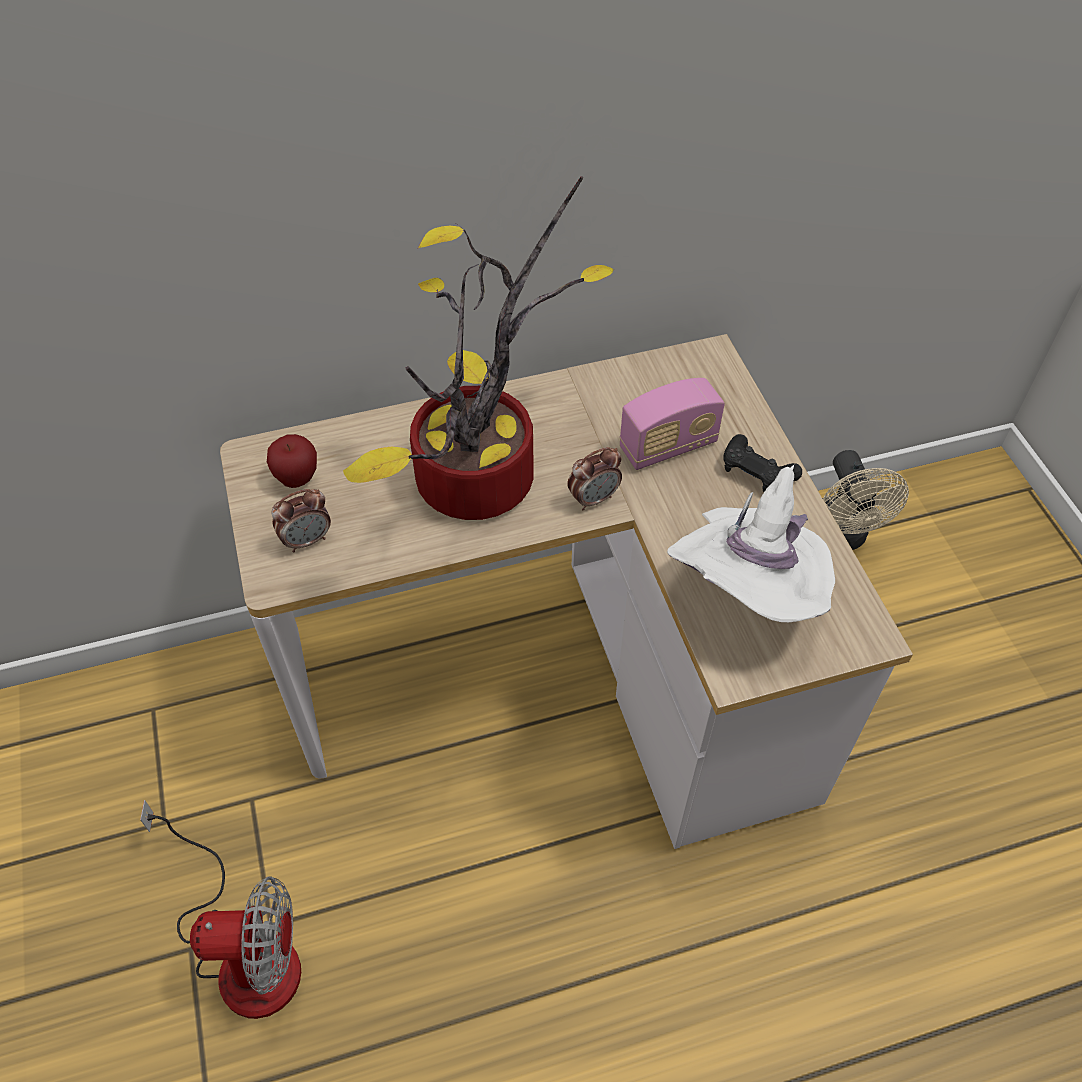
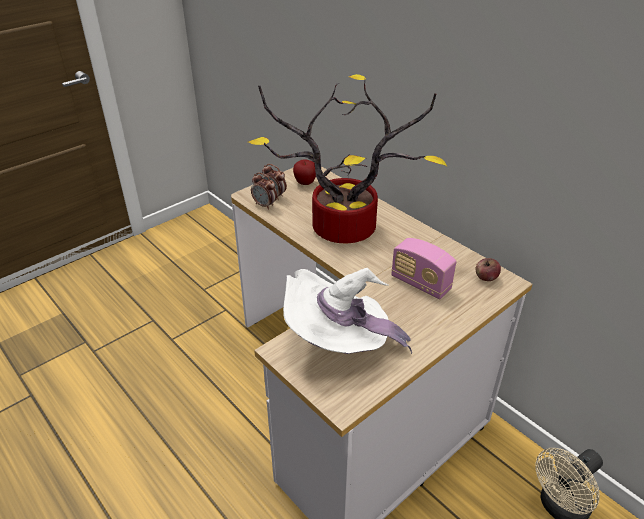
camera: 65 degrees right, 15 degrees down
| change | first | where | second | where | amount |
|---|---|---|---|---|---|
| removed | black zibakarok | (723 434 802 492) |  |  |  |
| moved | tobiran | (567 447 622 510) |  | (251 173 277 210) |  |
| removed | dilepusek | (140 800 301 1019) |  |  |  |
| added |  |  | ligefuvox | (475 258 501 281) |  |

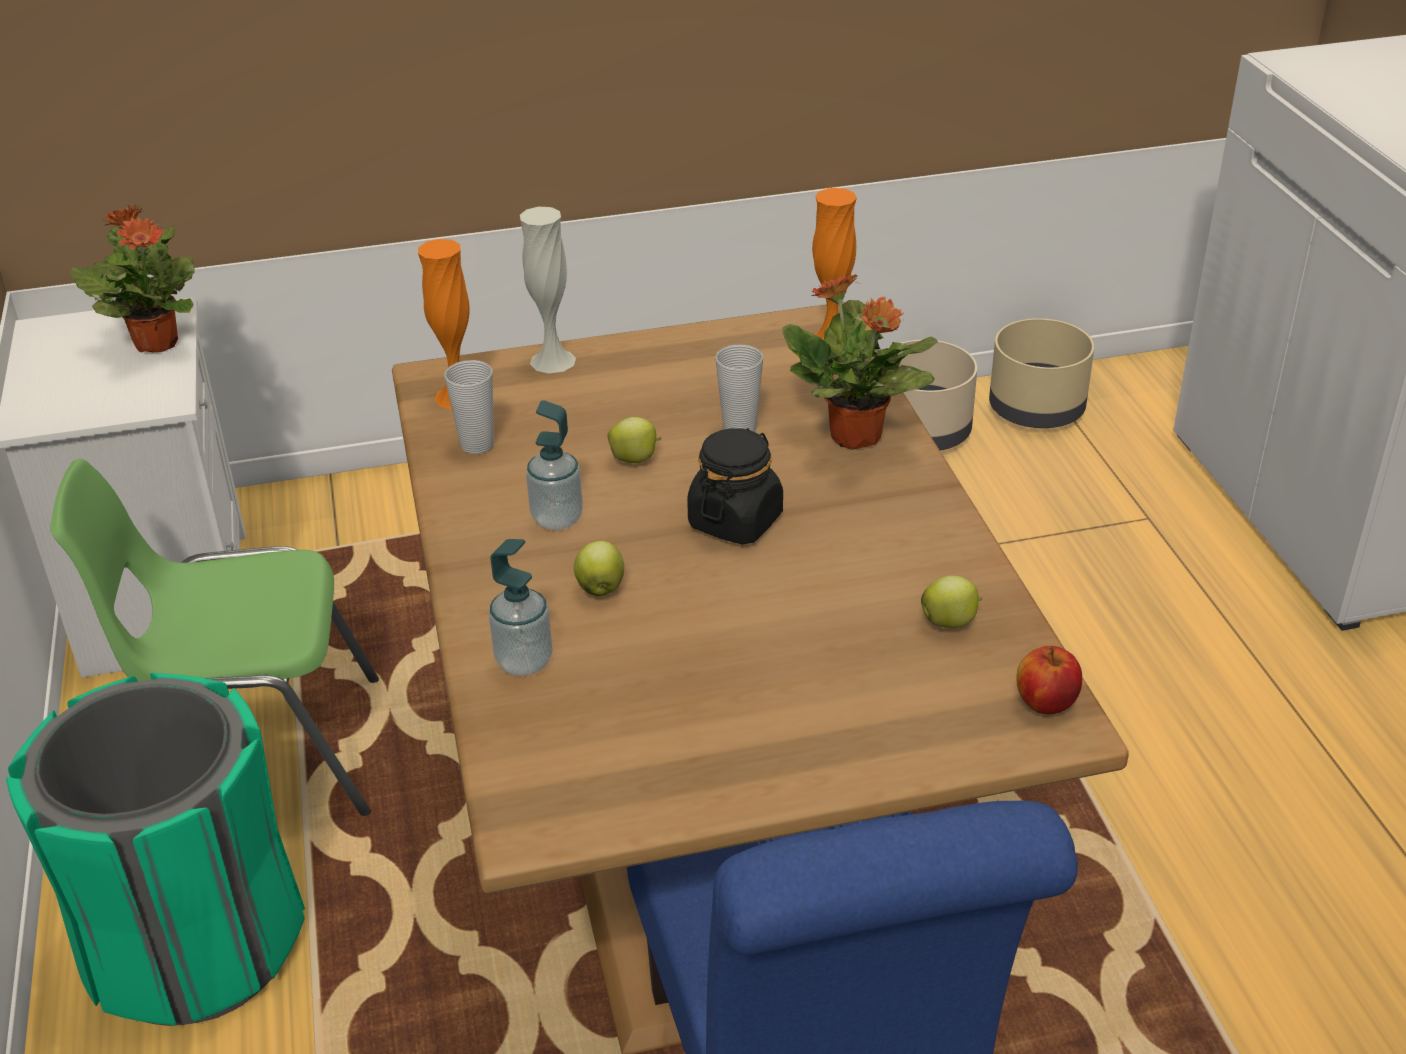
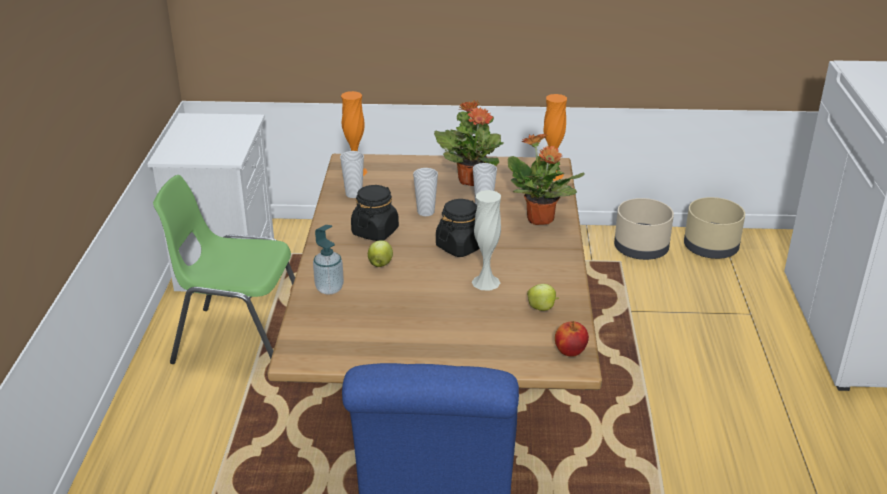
camera: 15 degrees right, 5 degrees down
| change | first | where | second | where | amount |
|---|---|---|---|---|---|
| moved | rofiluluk | (70 205 194 353) |  | (434 100 504 186) |  |
| moved | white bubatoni | (520 207 576 373) |  | (472 190 501 291) |  |
| replaced | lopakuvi | (526 400 583 530) | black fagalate | (351 185 399 241) |  |
| replaced | ligefuvox | (607 417 662 463) | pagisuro | (413 168 438 216) |  |
| removed | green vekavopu | (6 673 305 1026) |  |  |  |

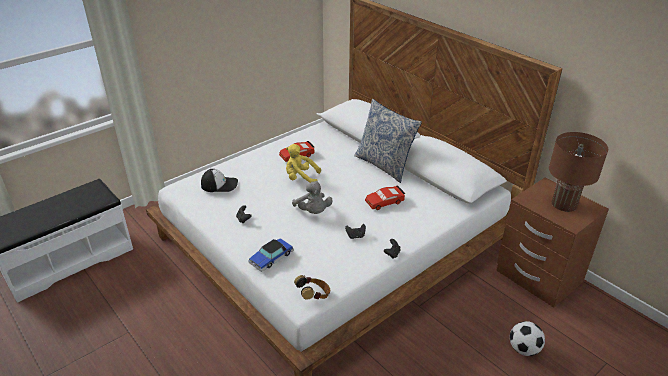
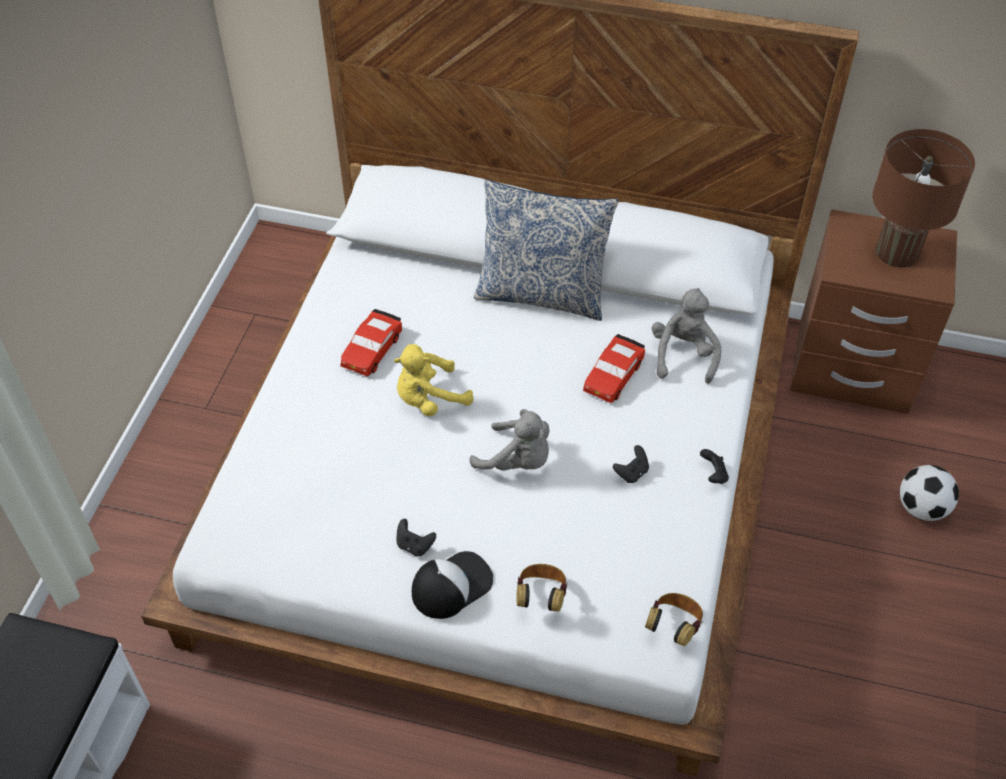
camera: 35 degrees left, 15 degrees up
| change | first | where | second | where | amount |
|---|---|---|---|---|---|
| moved | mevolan | (201 169 238 192) |  | (412 551 493 619) |  |
| replaced | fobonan | (248 238 293 272) | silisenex | (516 564 567 612) |  |
| added |  |  | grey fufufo | (652 288 721 384) |  |

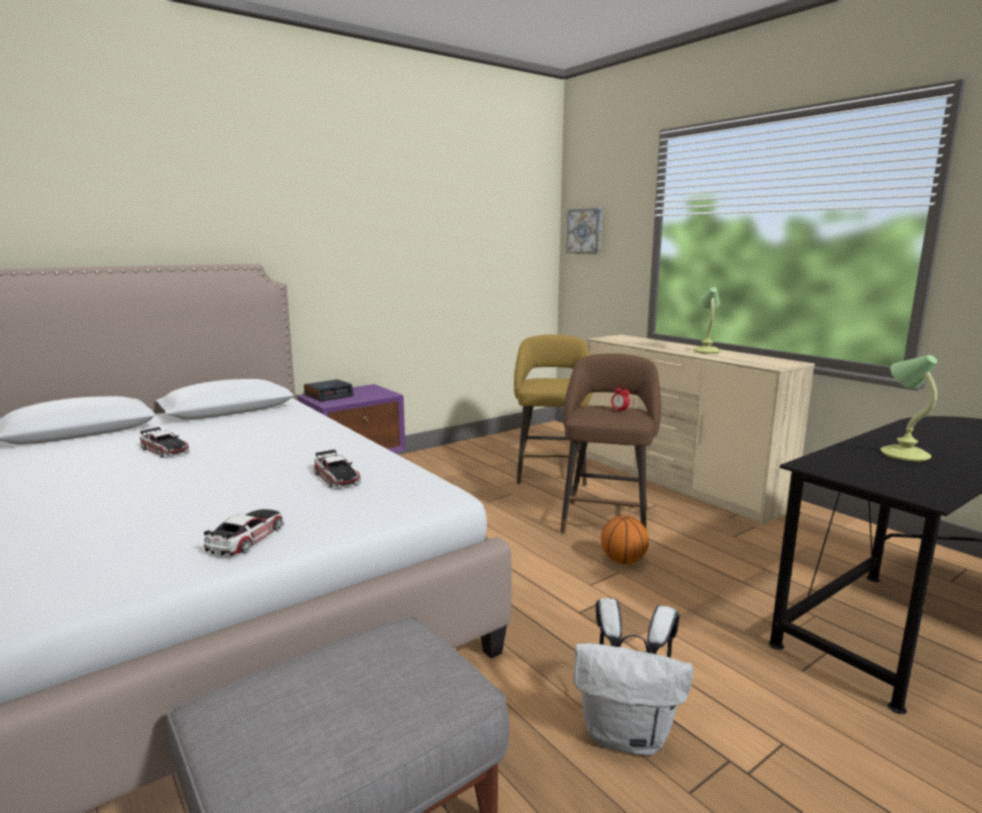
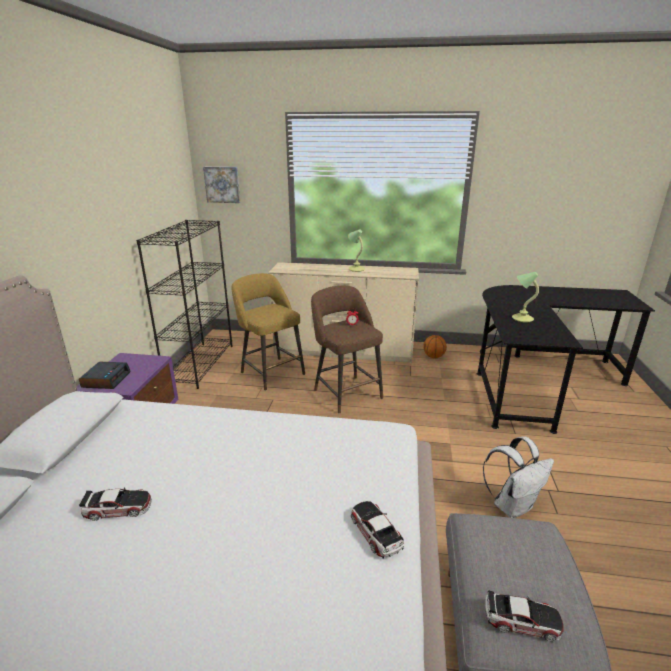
camera: 45 degrees left, 10 degrees up
| change | first | where | second | where | amount |
|---|---|---|---|---|---|
| moved | fobonan | (314 449 361 489) |  | (485 590 564 641) |  |
| moved | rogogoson | (601 515 649 564) |  | (423 335 447 358) |  |
| added |  |  | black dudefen | (136 220 233 389) |  |

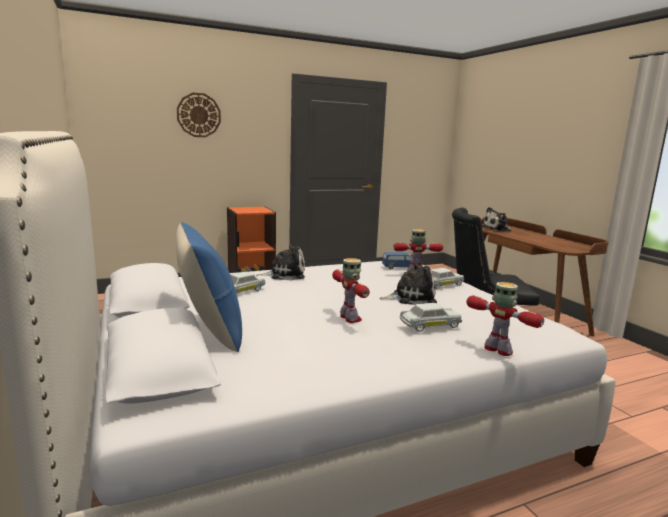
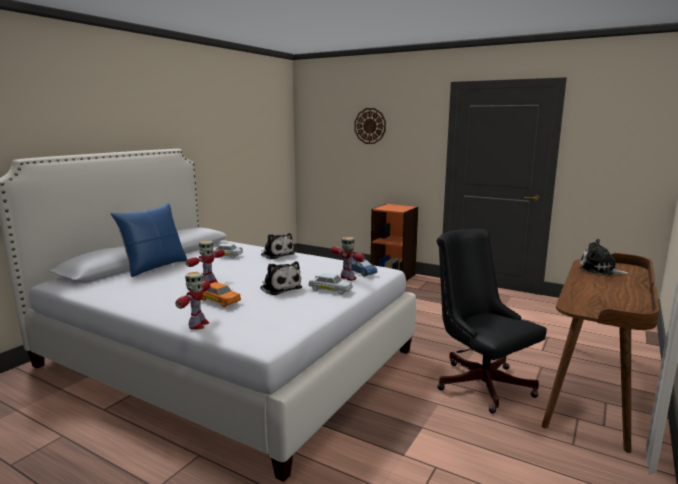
camera: 55 degrees right, 0 degrees up
| change | first | where | second | where | amount |
|---|---|---|---|---|---|
| recoloured | white fobonan | (400 303 462 332) | orange fobonan | (202 282 241 307) |  |

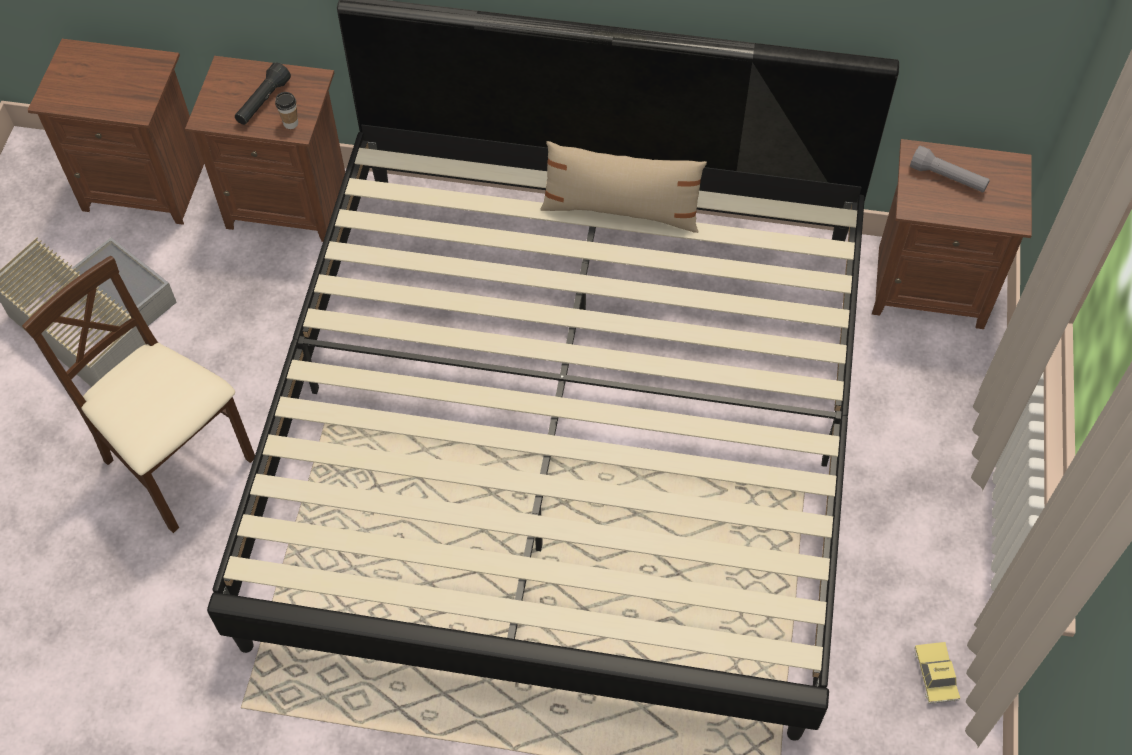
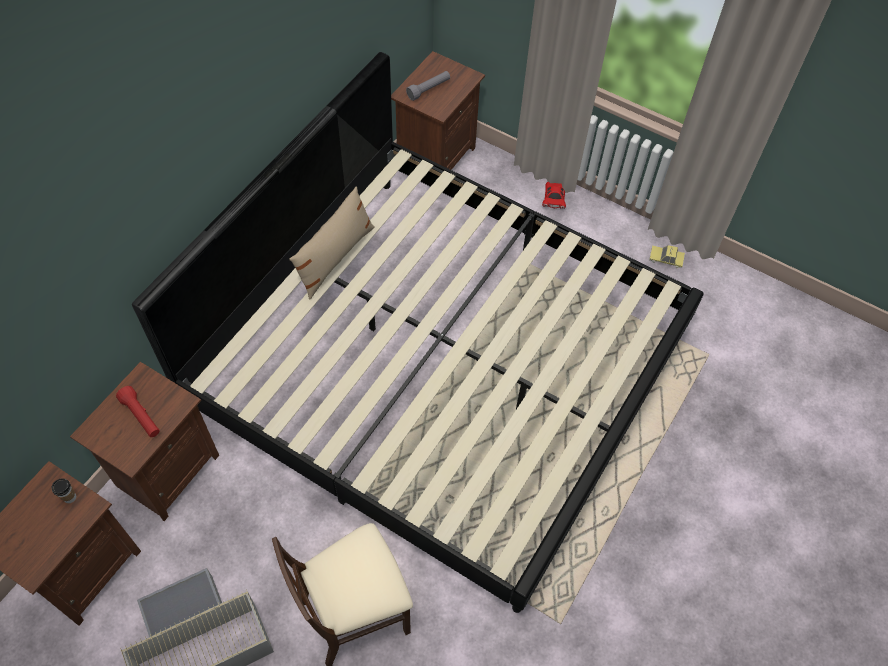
camera: 70 degrees left, 0 degrees up
| change | first | where | second | where | amount |
|---|---|---|---|---|---|
| recoloured | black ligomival | (235 62 291 125) | red ligomival | (116 386 160 437) |  |
| moved | pagisuro | (275 92 298 129) |  | (51 478 76 503) |  |
| added |  |  | red fobonan | (542 182 566 209) |  |

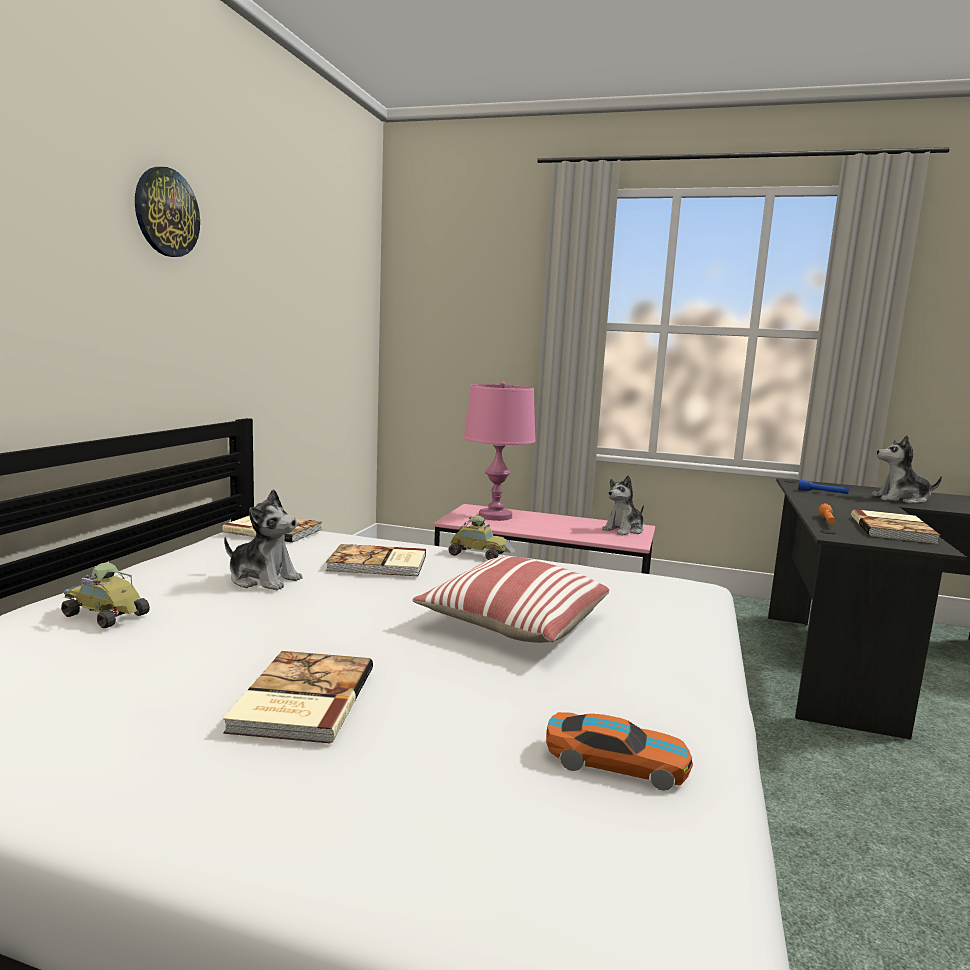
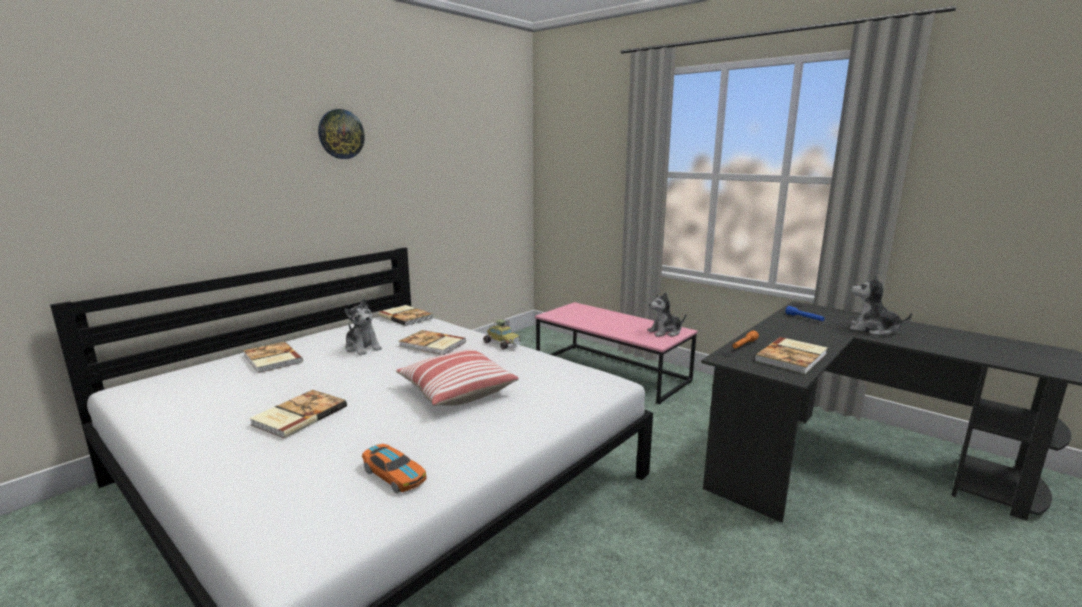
camera: 25 degrees right, 5 degrees up
| change | first | where | second | where | amount |
|---|---|---|---|---|---|
| removed | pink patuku | (464 381 535 521) |  |  |  |
| replaced | fobonan | (61 563 150 628) | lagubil | (243 341 303 373) |  |

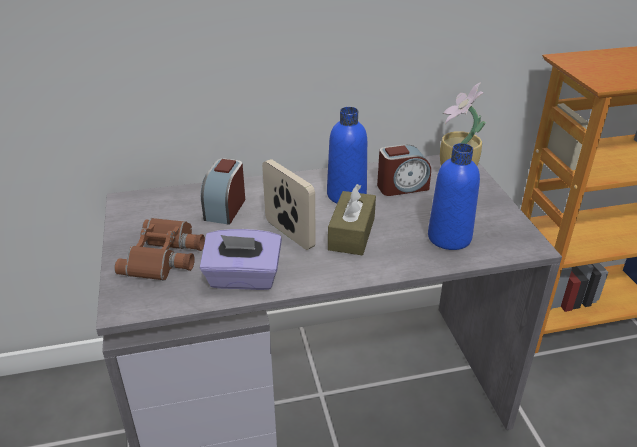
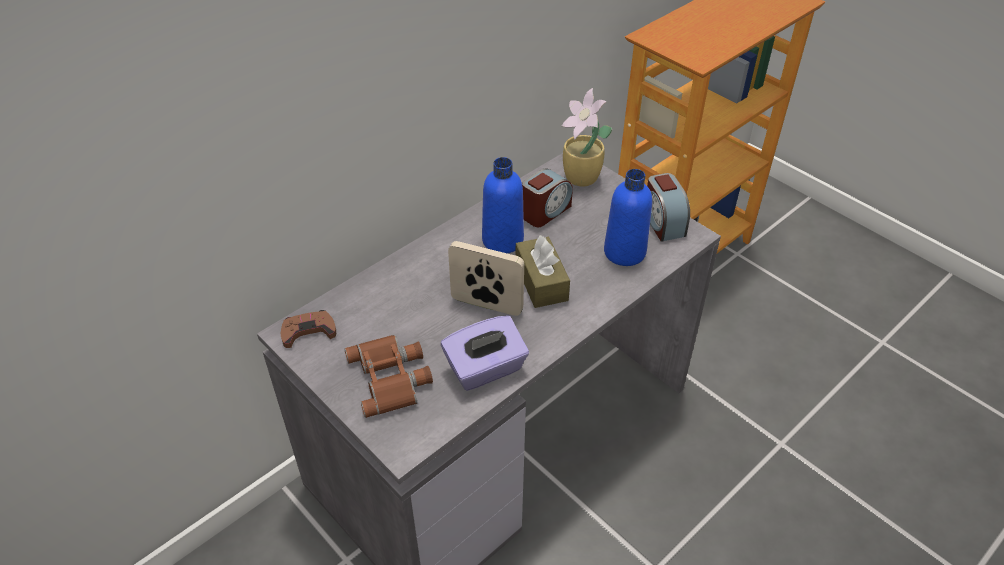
camera: 30 degrees left, 10 degrees up
| change | first | where | second | where | amount |
|---|---|---|---|---|---|
| moved | tobiran | (201 158 245 225) |  | (647 173 690 242) |  |
| added |  |  | brown zibakarok | (281 310 336 348) |  |

